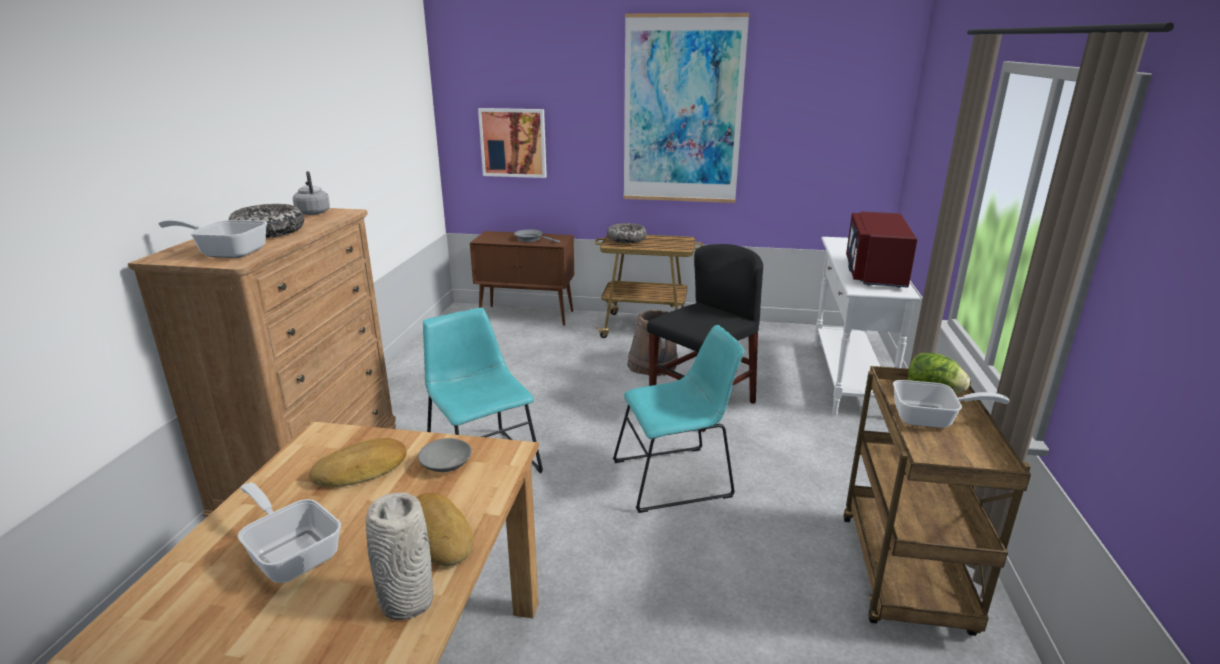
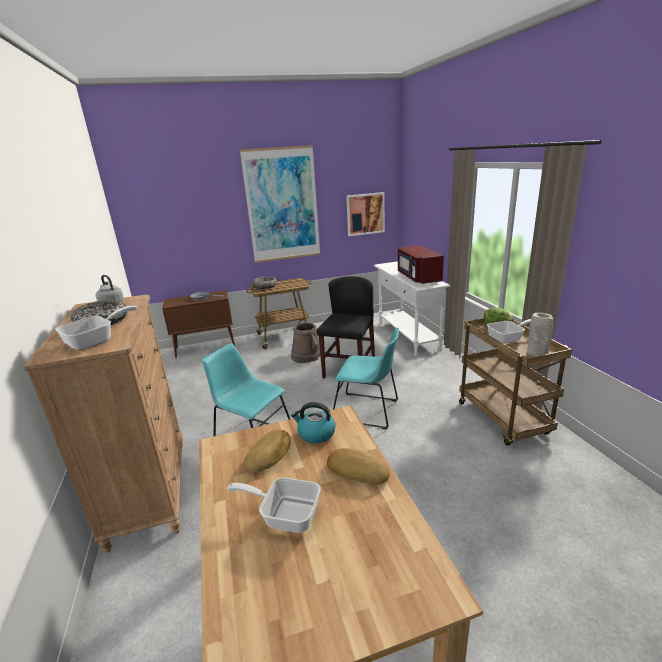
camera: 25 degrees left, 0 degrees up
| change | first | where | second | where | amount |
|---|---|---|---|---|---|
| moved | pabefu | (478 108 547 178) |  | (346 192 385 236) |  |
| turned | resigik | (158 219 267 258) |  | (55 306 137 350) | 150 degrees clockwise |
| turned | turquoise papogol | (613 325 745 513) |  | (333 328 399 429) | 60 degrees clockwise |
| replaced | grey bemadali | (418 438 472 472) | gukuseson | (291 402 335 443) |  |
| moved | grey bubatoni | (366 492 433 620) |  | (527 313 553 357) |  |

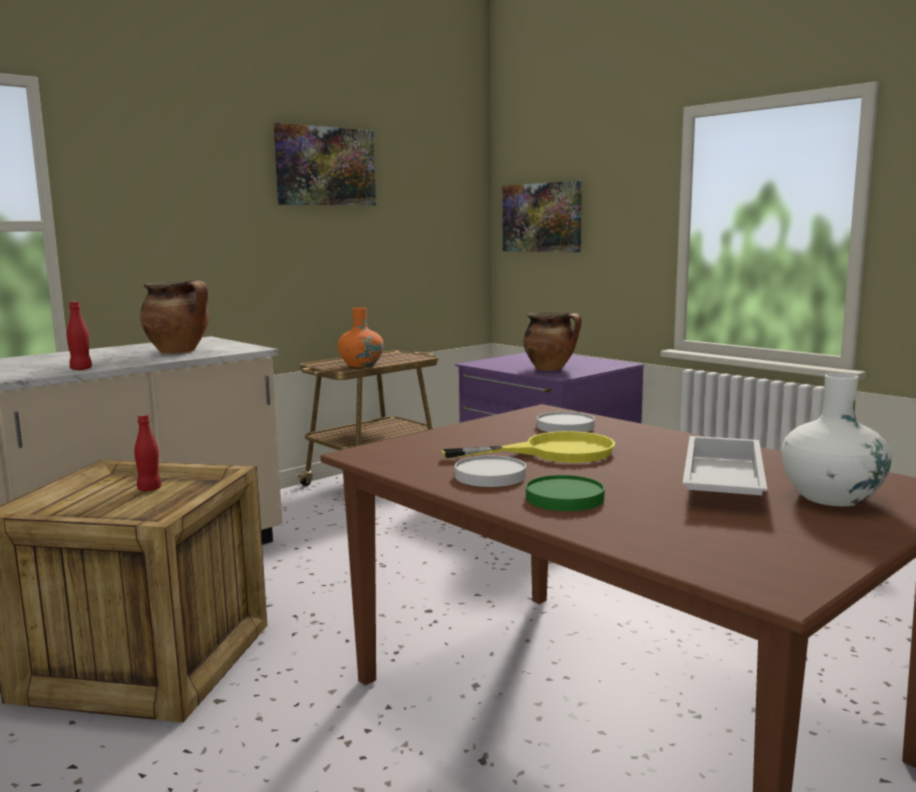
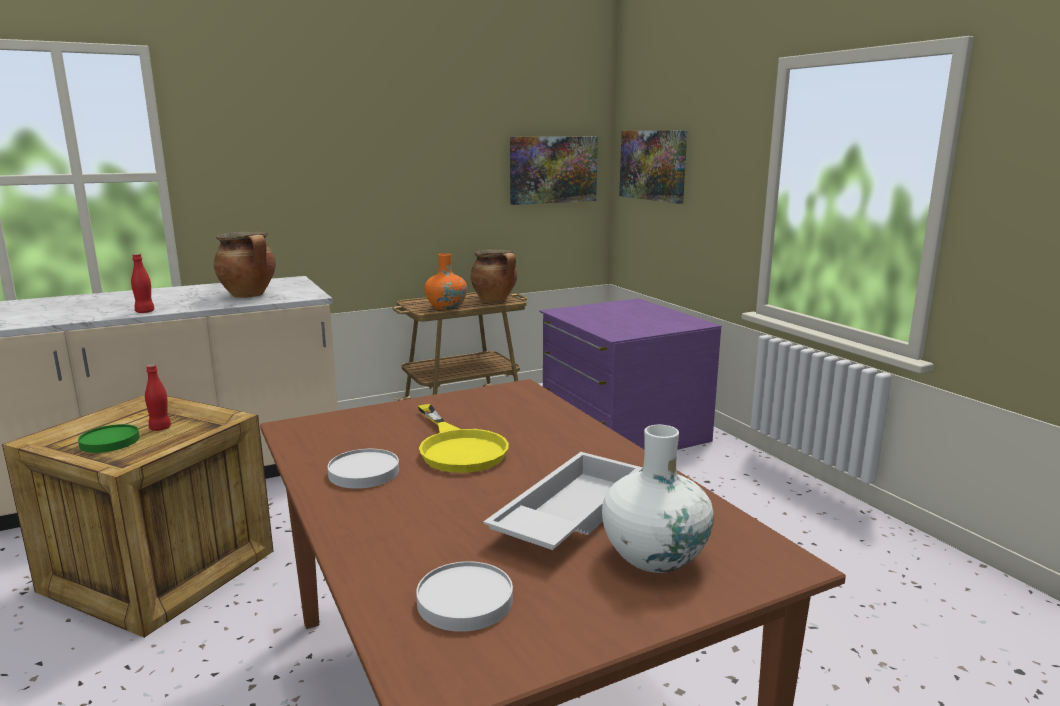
camera: 15 degrees right, 5 degrees up
| change | first | where | second | where | amount |
|---|---|---|---|---|---|
| moved | pabefu | (274 123 376 206) |  | (510 137 598 205) |  |
| moved | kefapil | (523 312 582 371) |  | (471 249 517 303) |  |
| moved | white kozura | (537 412 595 432) |  | (416 561 513 632) |  |
| turned | yellow resigik | (442 431 615 463) |  | (418 404 509 473) | 60 degrees clockwise |
| moved | green kozura | (526 475 605 511) |  | (78 424 139 453) |  |

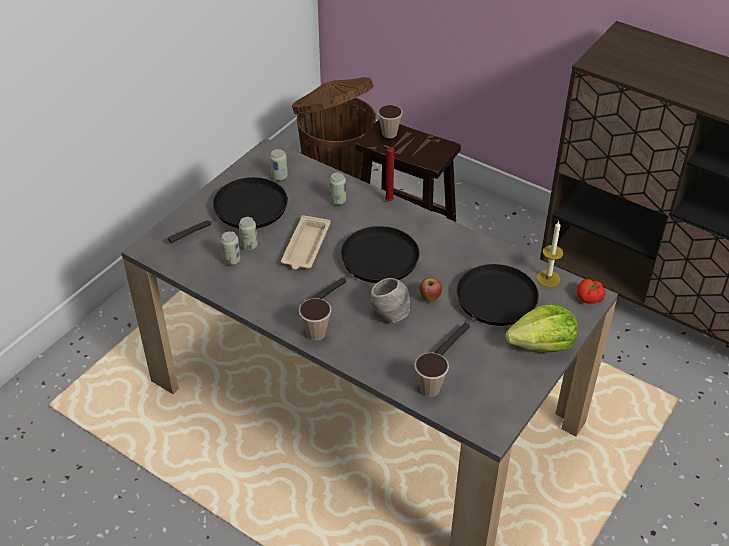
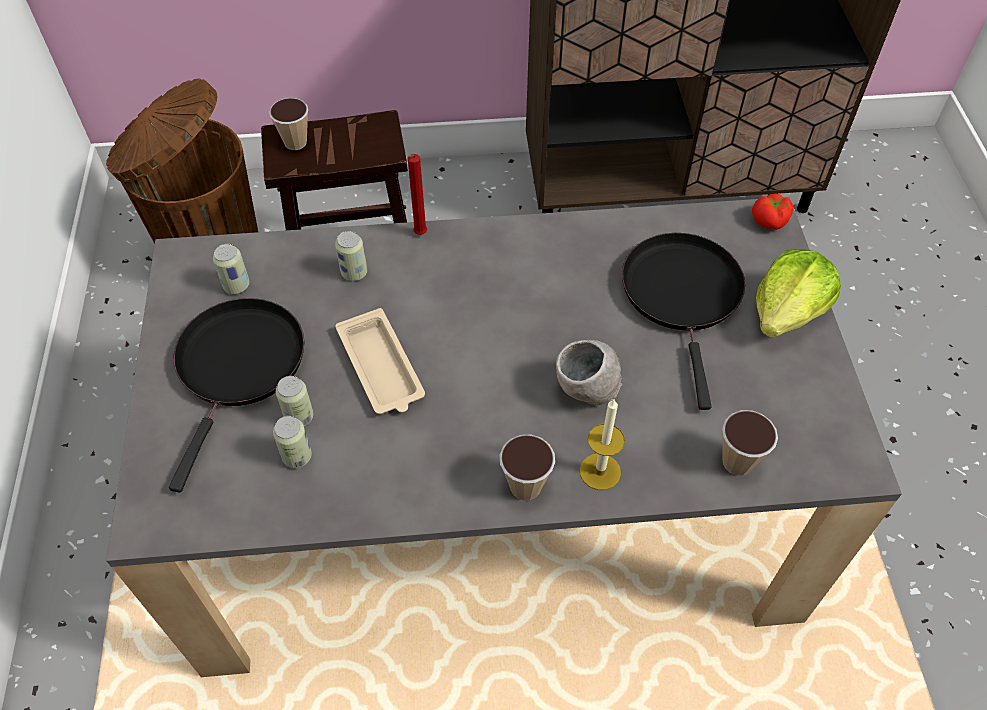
camera: 40 degrees left, 10 degrees up
| change | first | where | second | where | amount |
|---|---|---|---|---|---|
| moved | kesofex | (536 221 564 287) |  | (580 399 625 490) |  |
| removed | black resigik | (310 226 420 299) |  |  |  |
| removed | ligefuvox | (420 278 442 302) |  |  |  |

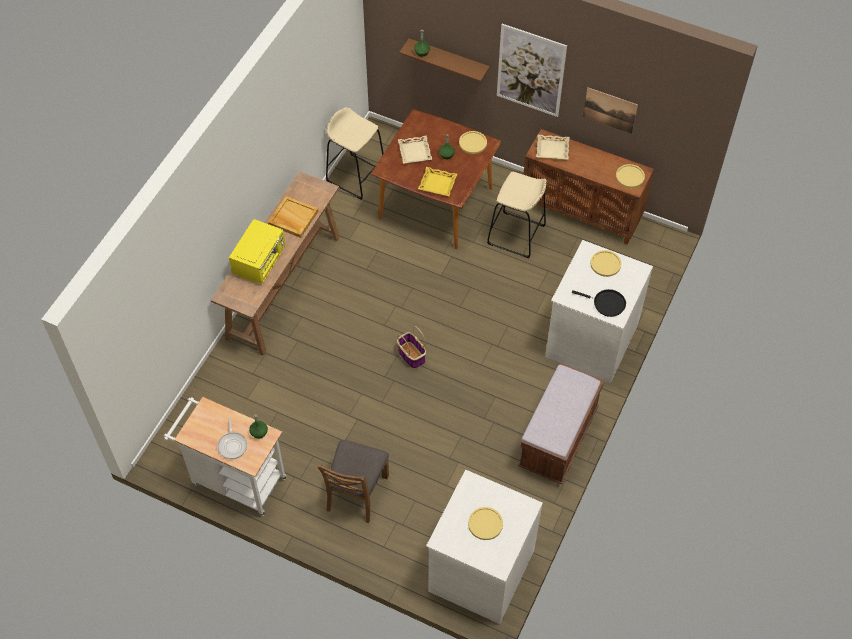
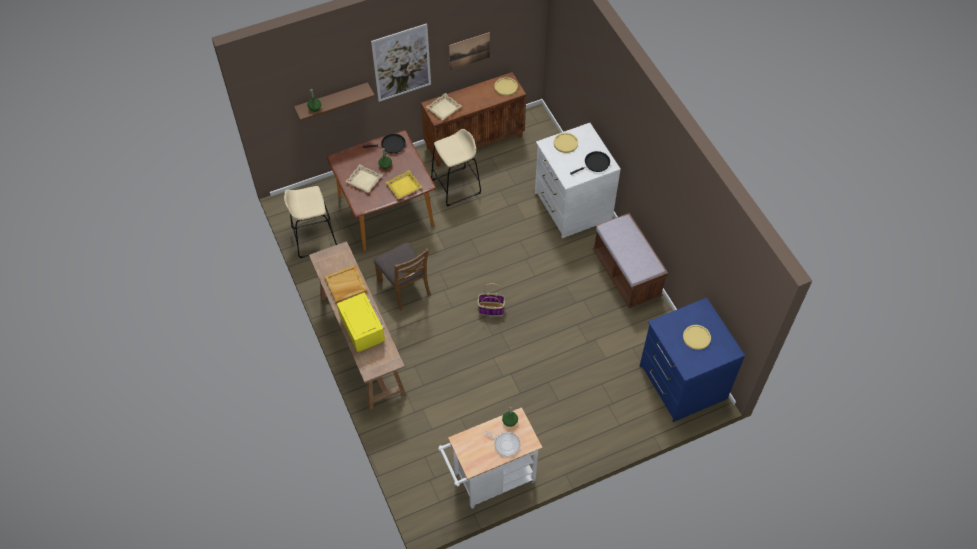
camera: 50 degrees left, 0 degrees up
| change | first | where | second | where | amount |
|---|---|---|---|---|---|
| replaced | yellow kozura | (459 131 487 154) | black resigik | (363 134 406 154) |  |
| moved | brown papogol | (317 440 389 523) |  | (374 242 431 311) |  |
| recoloured | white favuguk | (426 470 543 624) | blue favuguk | (639 298 745 422) |  |

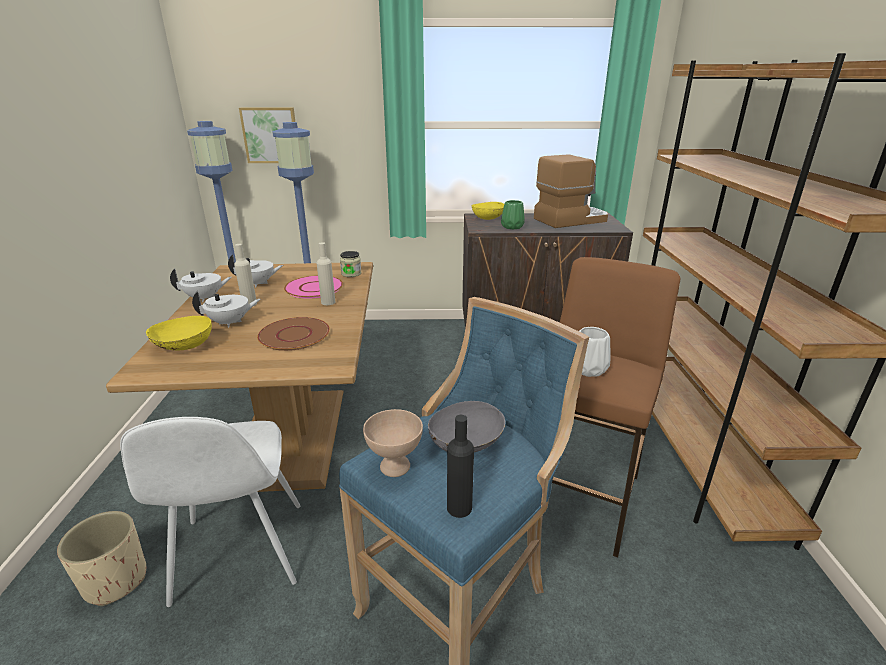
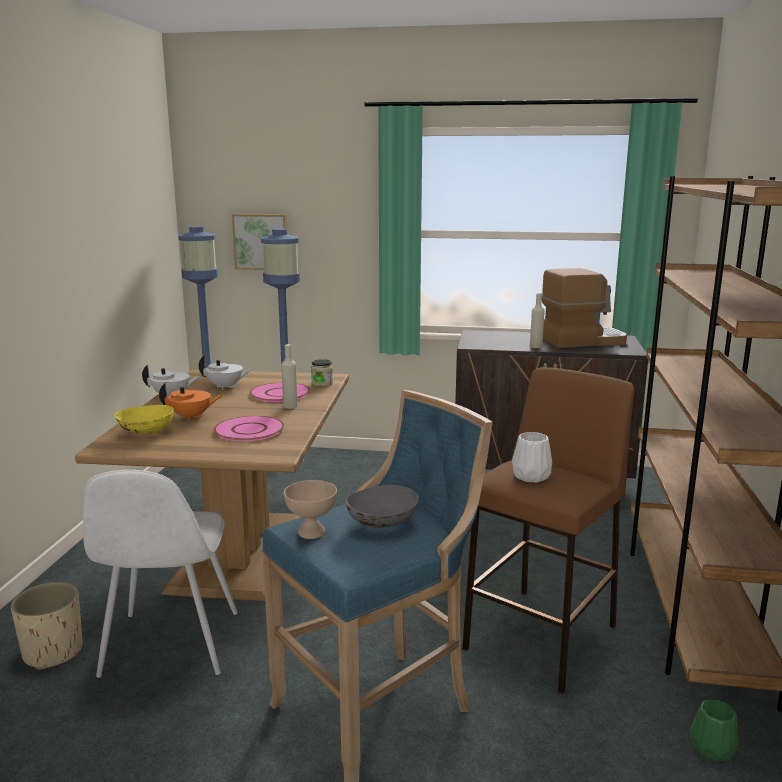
camera: 10 degrees right, 10 degrees down
| change | first | where | second | where | amount |
|---|---|---|---|---|---|
| moved | green bubatoni | (501 200 525 229) |  | (690 699 739 762) |  |
| removed | yellow bemadali | (471 202 504 220) |  |  |  |
| moved | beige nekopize | (234 244 257 306) |  | (530 293 545 348) |  |
| recoloured | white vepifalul | (192 291 260 328) | orange vepifalul | (159 383 223 421) |  |
| recoloured | brown kozura | (257 317 330 351) | pink kozura | (214 416 284 442) |  |
| removed | black nekopize | (447 415 474 518) |  |  |  |

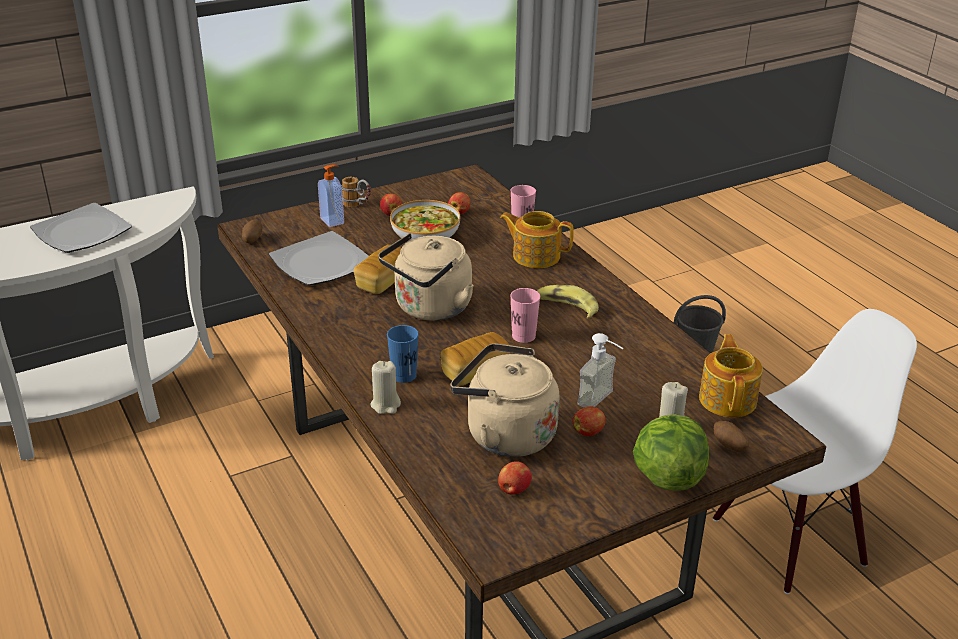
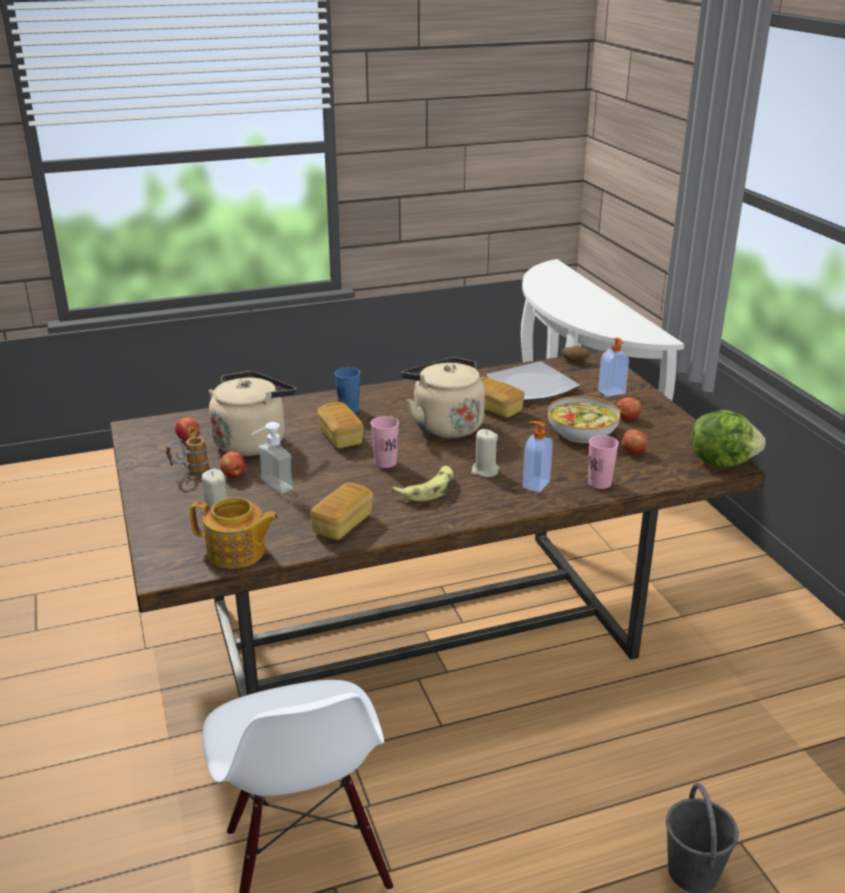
camera: 100 degrees right, 5 degrees down
| change | first | where | second | where | amount |
|---|---|---|---|---|---|
| moved | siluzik | (342 177 371 207) |  | (166 437 209 472) |  |
| removed | kozura | (30 203 132 253) |  |  |  |
| replaced | vepifalul | (500 211 574 268) | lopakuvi | (522 421 553 492) |  |
| moved | beige kesofex | (370 361 401 414) |  | (471 429 499 477) |  |
| moved | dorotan | (633 414 709 491) |  | (691 410 766 467) |  |
| removed | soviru | (714 421 749 453) |  |  |  |
| added |  |  | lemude | (310 483 373 540) |  |

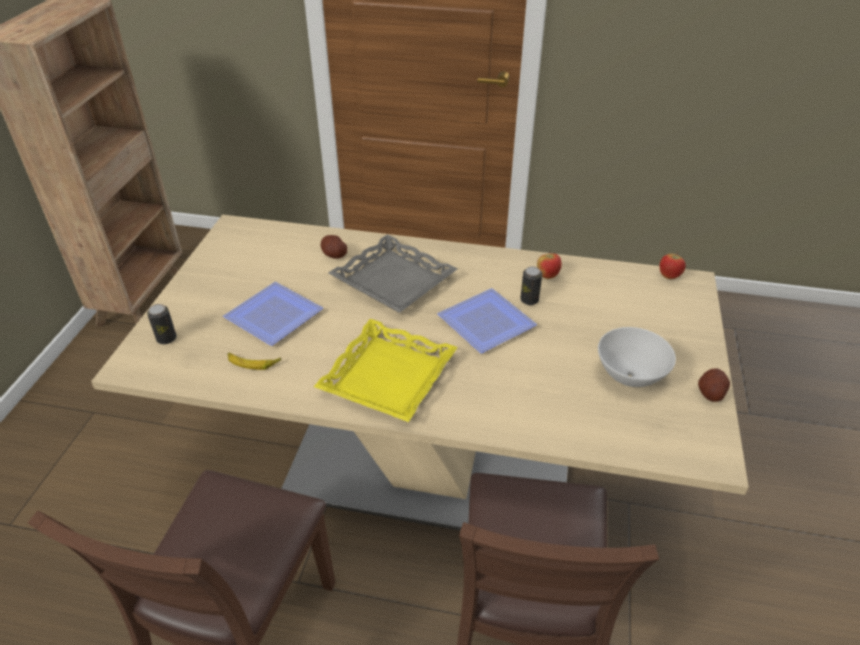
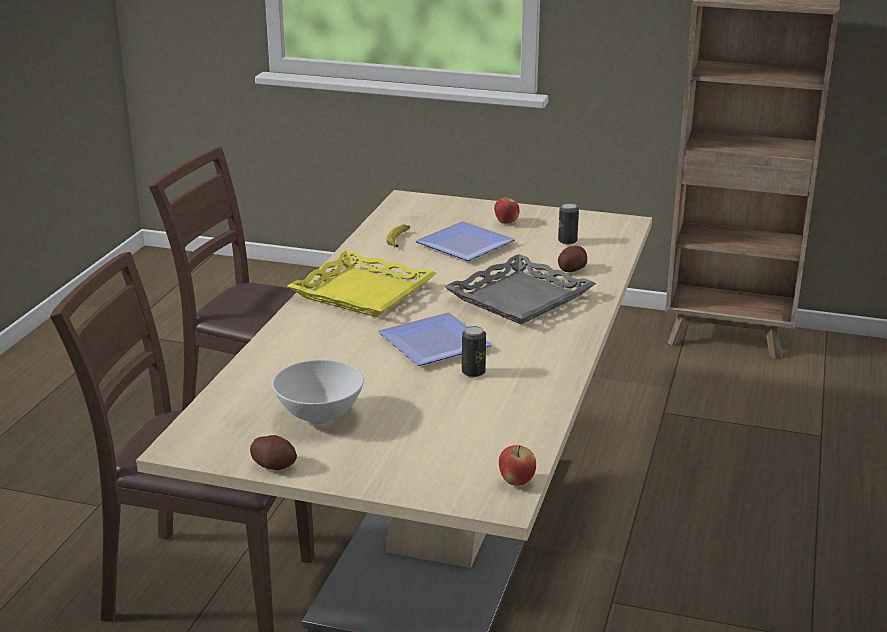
camera: 95 degrees right, 15 degrees down
| change | first | where | second | where | amount |
|---|---|---|---|---|---|
| moved | ligefuvox | (537 251 562 279) |  | (494 194 520 224) |  |
| moved | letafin | (147 304 177 344) |  | (558 203 579 244) |  |

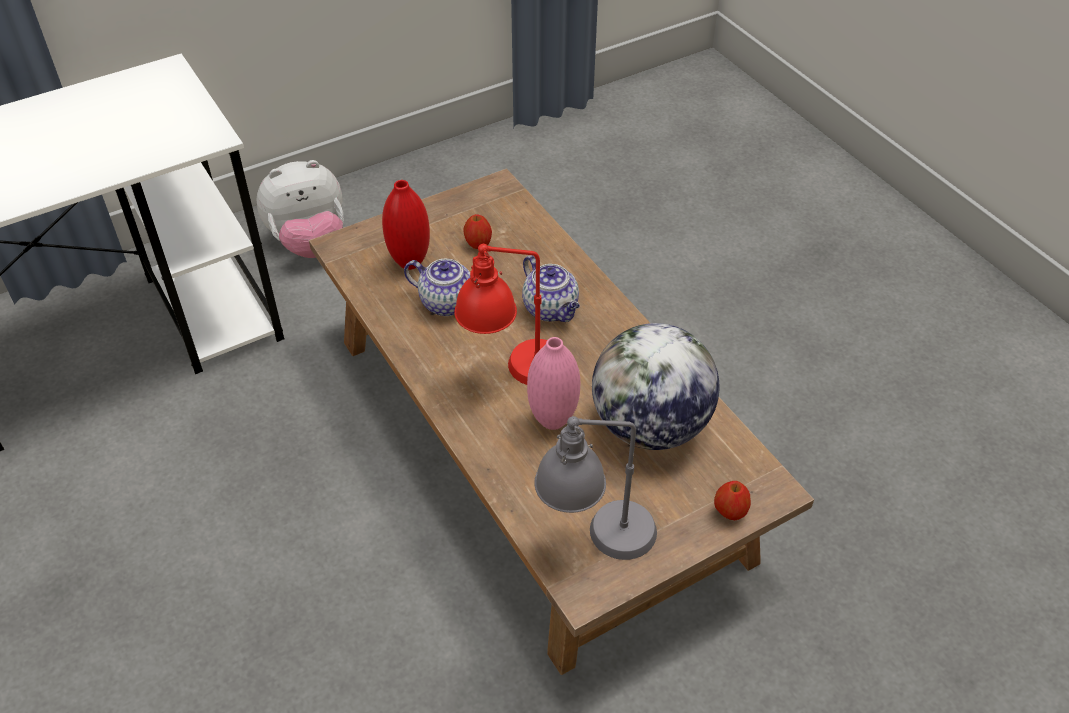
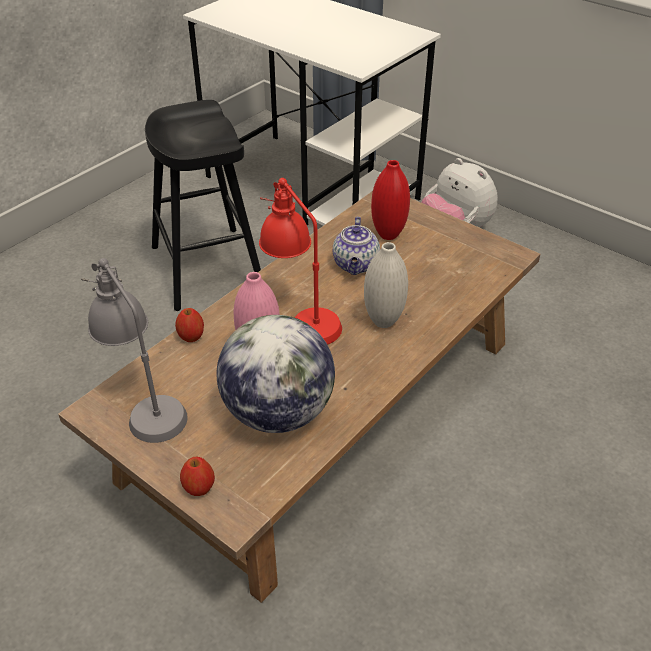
camera: 70 degrees right, 5 degrees down
| change | first | where | second | where | amount |
|---|---|---|---|---|---|
| moved | ligefuvox | (463 214 492 249) |  | (175 308 204 342) |  |
| replaced | vepifalul | (522 255 580 322) | white bubatoni | (364 242 408 328) |  |
| added |  |  | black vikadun | (145 100 261 311) |  |

